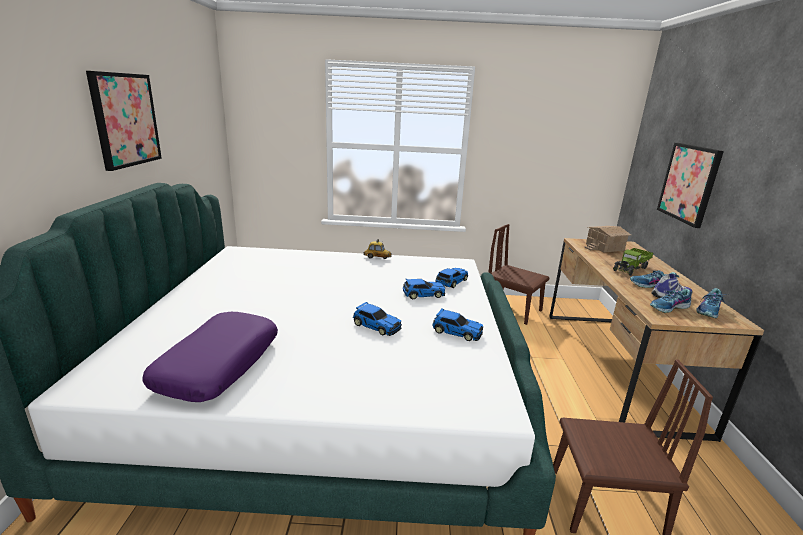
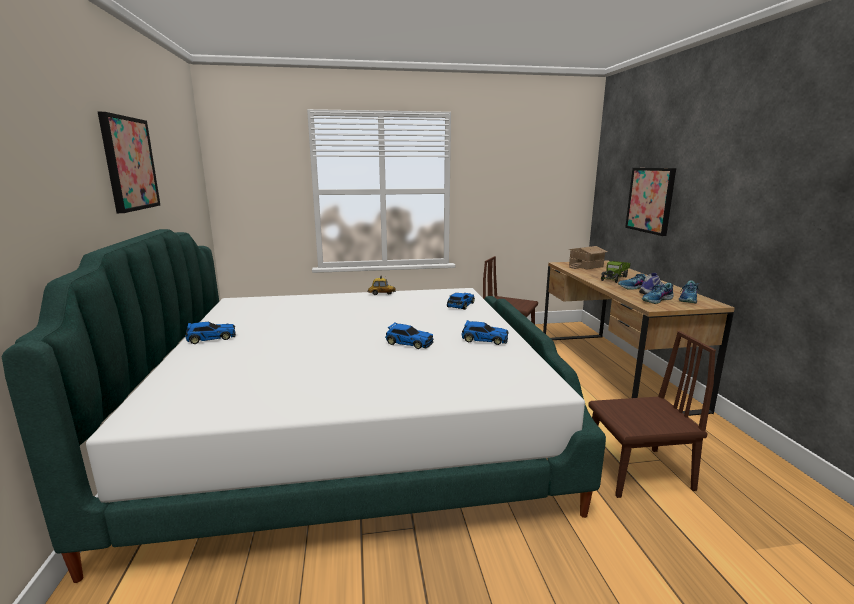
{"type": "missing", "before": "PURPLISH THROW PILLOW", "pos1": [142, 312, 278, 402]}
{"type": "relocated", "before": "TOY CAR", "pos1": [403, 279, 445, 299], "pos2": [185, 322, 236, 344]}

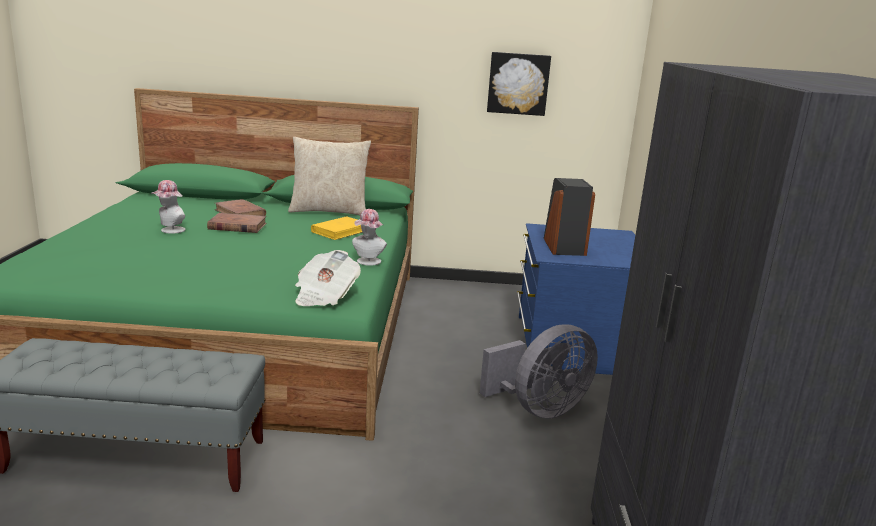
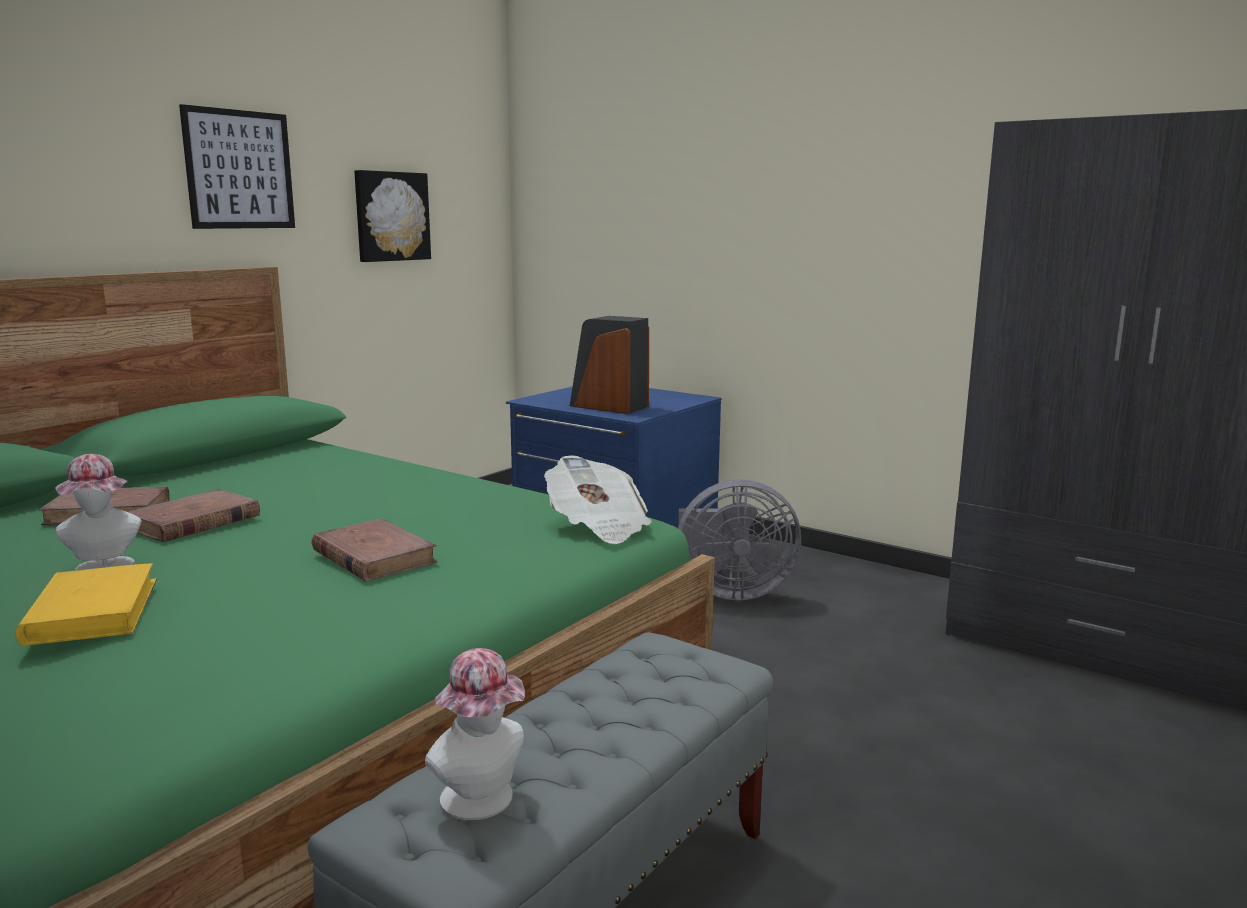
{"type": "missing", "before": "BEIGE THROW PILLOW", "pos1": [288, 137, 371, 215]}
{"type": "relocated", "before": "YELLOW-COLOURED BOOK", "pos1": [311, 216, 362, 240], "pos2": [15, 563, 157, 646]}
{"type": "relocated", "before": "WEARABLE HAT", "pos1": [352, 209, 387, 266], "pos2": [425, 648, 525, 820]}
{"type": "spun", "before": "GRAY FAN", "pos1": [480, 324, 598, 419], "pos2": [678, 479, 801, 600], "turn": 90}
{"type": "appeared", "after": "WALL ART", "pos2": [179, 104, 295, 229]}
{"type": "appeared", "after": "BROWNISH BOOK", "pos2": [312, 519, 437, 581]}

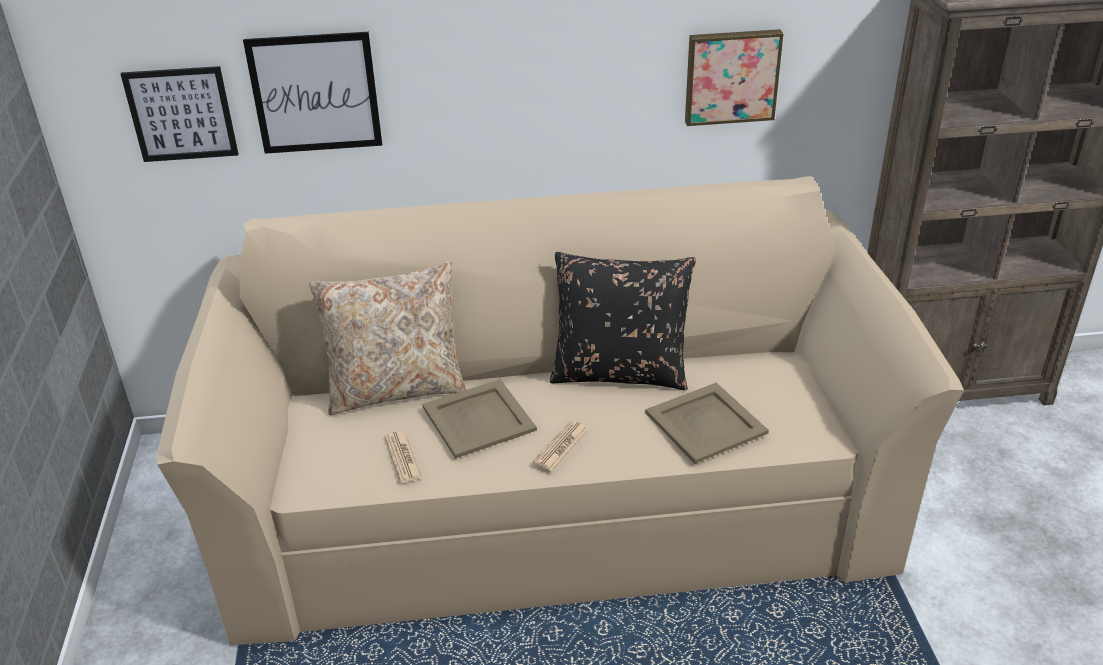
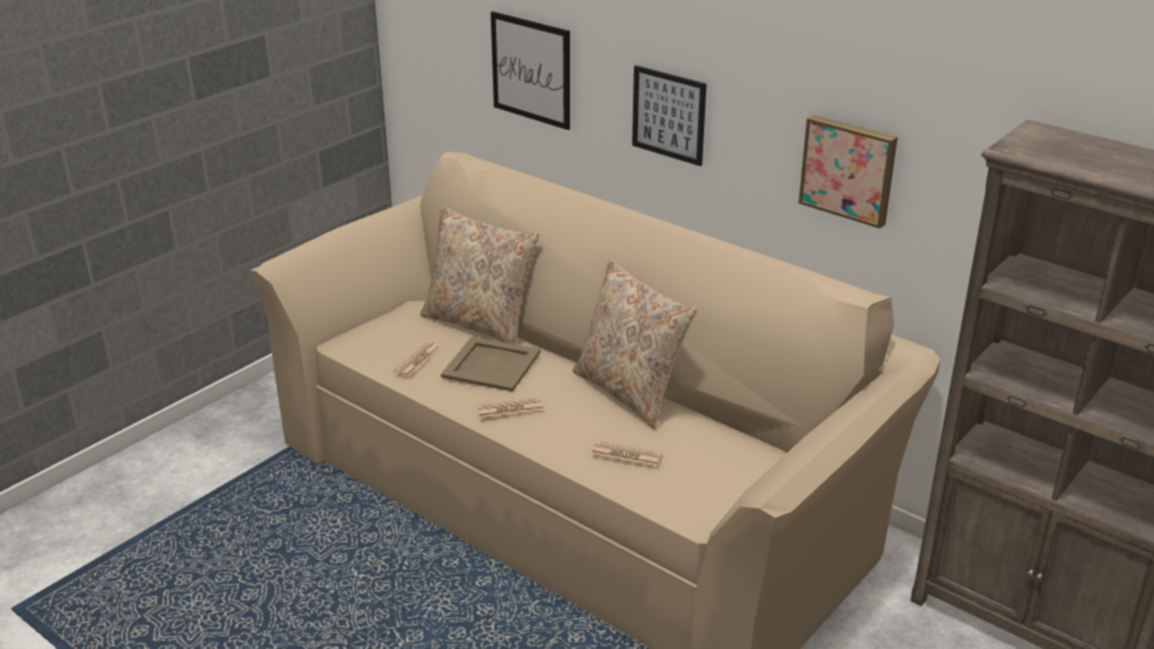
{"type": "relocated", "before": "WALL ART", "pos1": [121, 66, 238, 162], "pos2": [632, 65, 707, 166]}
{"type": "colour", "before": "BLACKISH THROW PILLOW", "after": "BEIGE THROW PILLOW", "pos1": [550, 252, 696, 390], "pos2": [573, 259, 697, 429]}
{"type": "exchanged", "before": "BEIGE TRAY", "after": "PRINTED PAPER", "pos1": [645, 382, 769, 464], "pos2": [592, 441, 662, 467]}

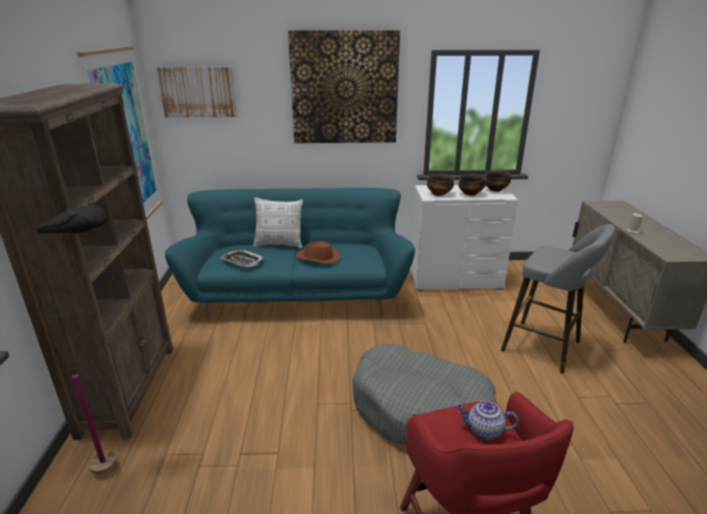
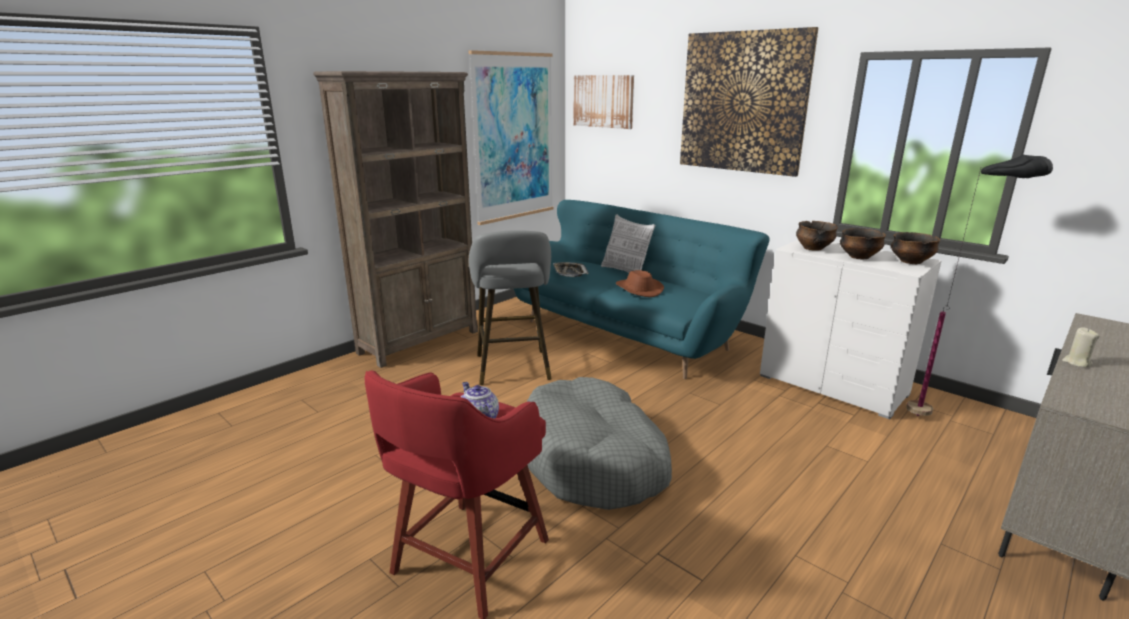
{"type": "relocated", "before": "BLACKISH STANDING LAMP", "pos1": [30, 205, 117, 475], "pos2": [906, 155, 1053, 416]}
{"type": "relocated", "before": "GRAY SITTING STOOL", "pos1": [501, 224, 615, 374], "pos2": [469, 230, 552, 385]}

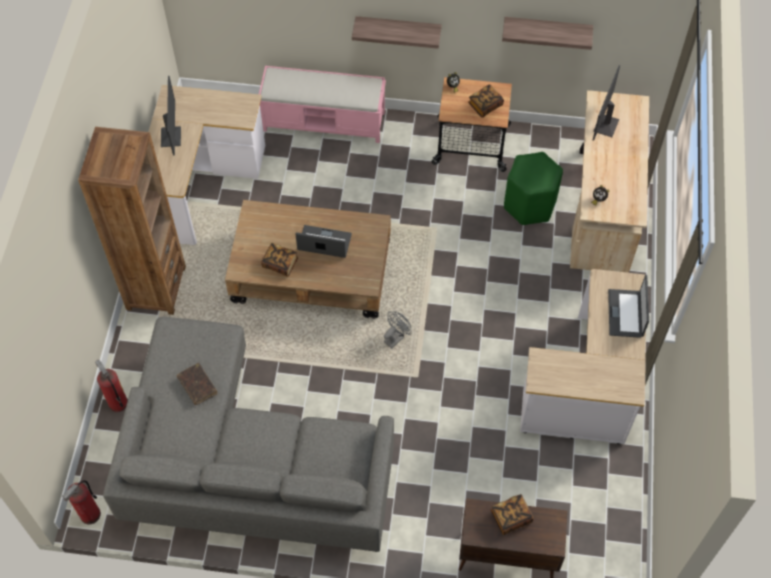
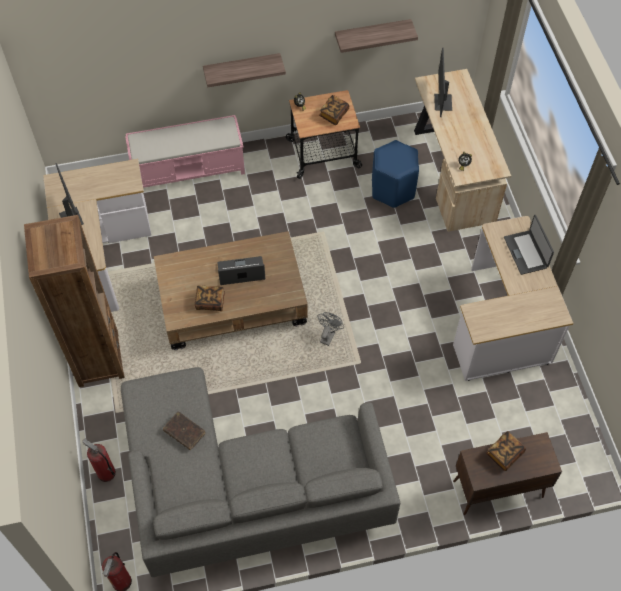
{"type": "colour", "before": "GREENISH SITTING STOOL", "after": "BLUISH SITTING STOOL", "pos1": [504, 152, 563, 225], "pos2": [372, 140, 419, 208]}

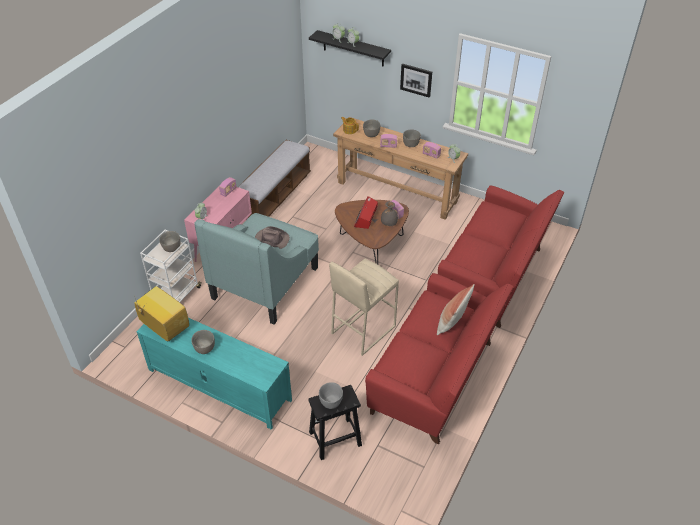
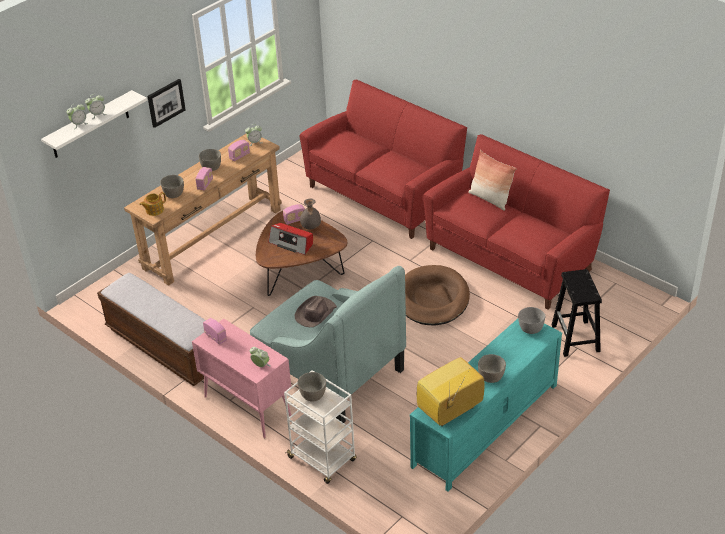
{"type": "colour", "before": "BLACKISH BRACKET SHELF", "after": "WHITE BRACKET SHELF", "pos1": [309, 30, 391, 67], "pos2": [41, 90, 147, 158]}
{"type": "relocated", "before": "GRAY DEEP DISH", "pos1": [319, 382, 343, 409], "pos2": [518, 307, 545, 334]}
{"type": "exchanged", "before": "BEIGE SITTING STOOL", "after": "BROWNISH DOG CUSHION", "pos1": [329, 259, 399, 356], "pos2": [405, 265, 470, 325]}

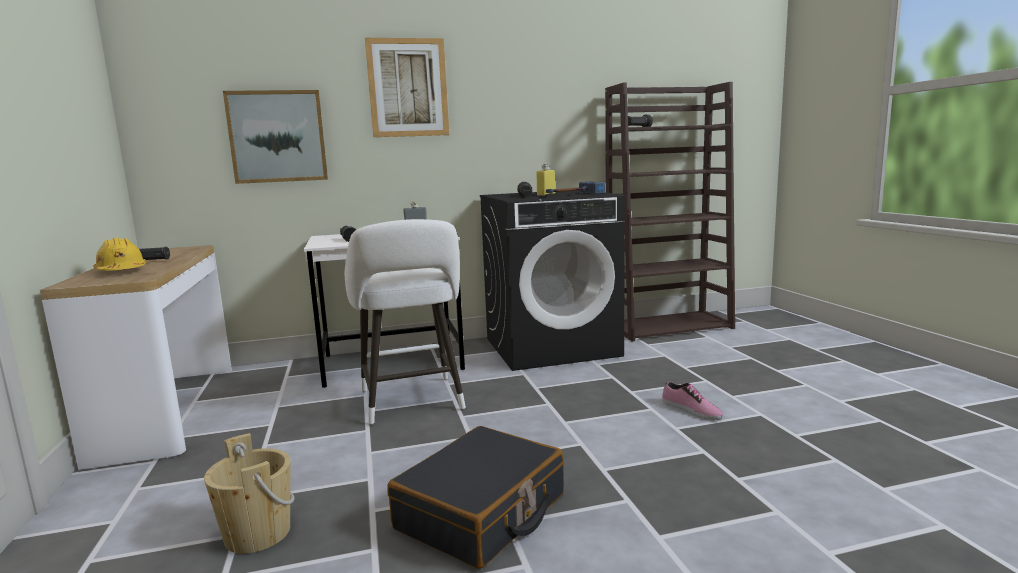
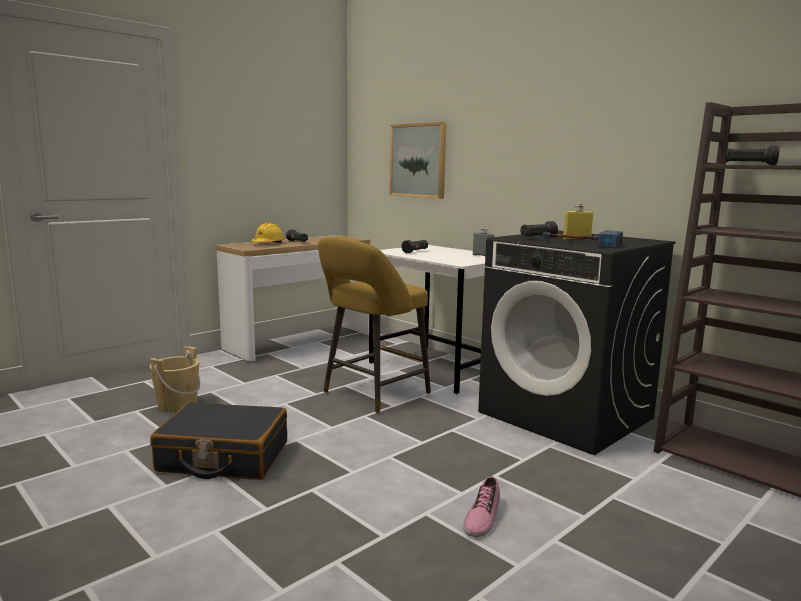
{"type": "colour", "before": "WHITE SITTING STOOL", "after": "YELLOW-COLOURED SITTING STOOL", "pos1": [345, 219, 466, 425], "pos2": [318, 237, 431, 413]}
{"type": "missing", "before": "WALL ART", "pos1": [365, 38, 449, 137]}

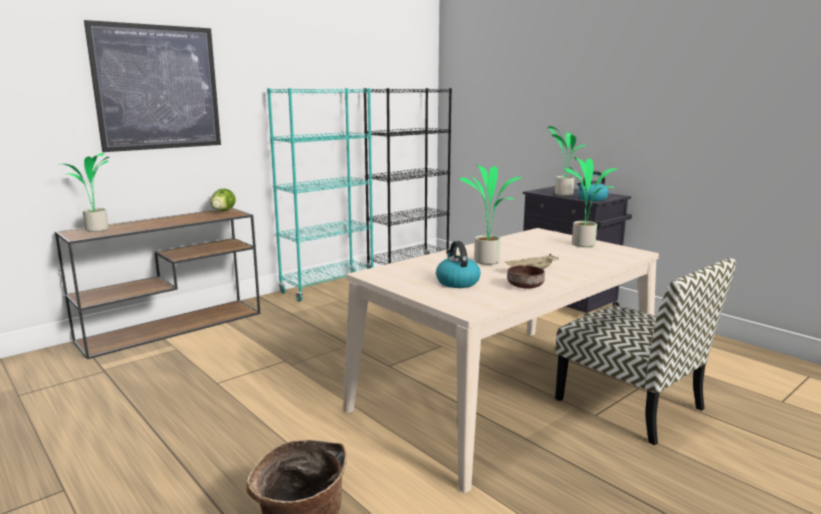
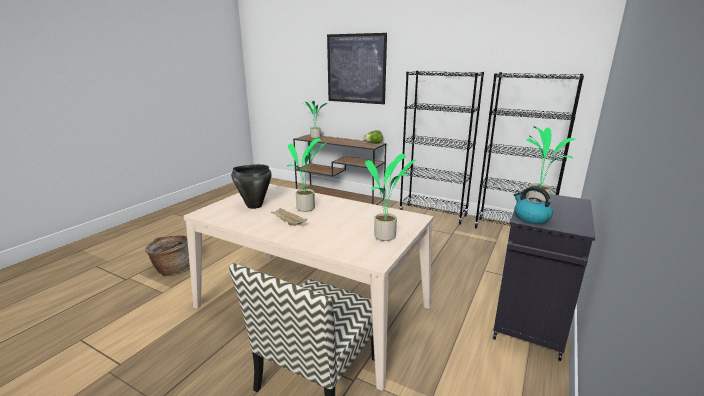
{"type": "colour", "before": "TURQUOISE BOOKSHELF", "after": "BLACKISH BOOKSHELF", "pos1": [267, 88, 373, 302], "pos2": [399, 71, 484, 225]}
{"type": "exchanged", "before": "WATER KETTLE", "after": "BLACKISH STOCKPOT", "pos1": [436, 241, 481, 288], "pos2": [231, 164, 272, 209]}
{"type": "missing", "before": "BROWNISH DEEP DISH", "pos1": [507, 265, 545, 289]}

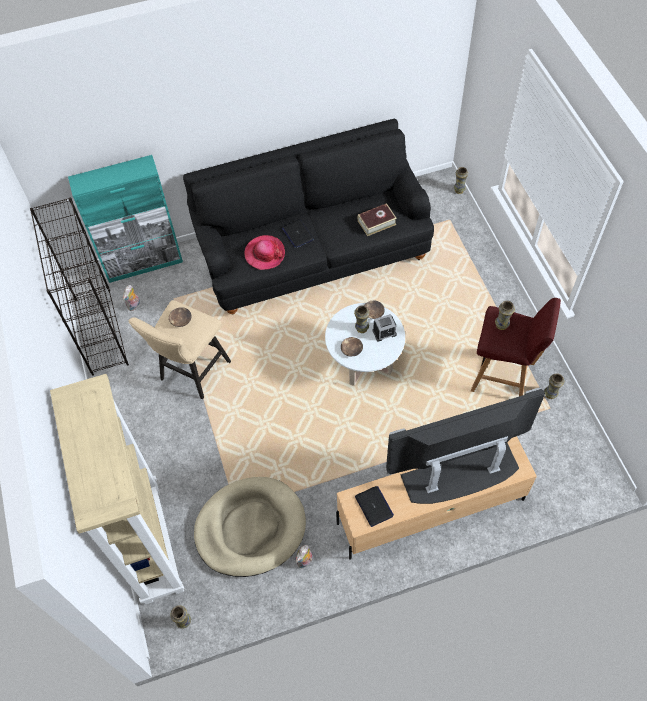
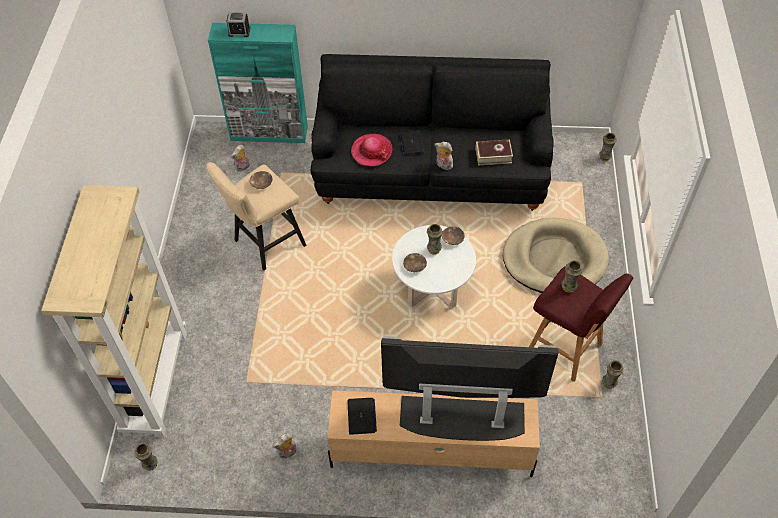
{"type": "missing", "before": "BLACKISH BOOKSHELF", "pos1": [30, 197, 129, 376]}
{"type": "relocated", "before": "BEIGE DOG CUSHION", "pos1": [194, 477, 306, 577], "pos2": [503, 218, 609, 293]}
{"type": "relocated", "before": "ALARM CLOCK", "pos1": [372, 314, 397, 342], "pos2": [227, 12, 250, 37]}
{"type": "appeared", "after": "PLUSH TOY", "pos2": [435, 142, 453, 170]}

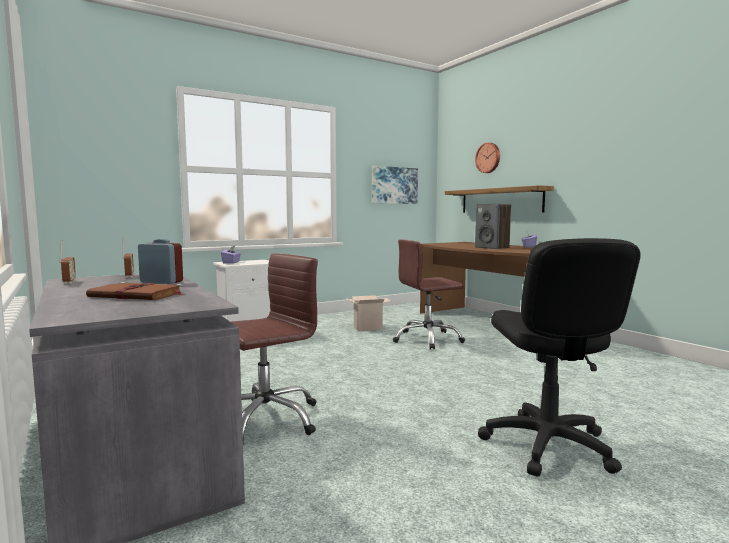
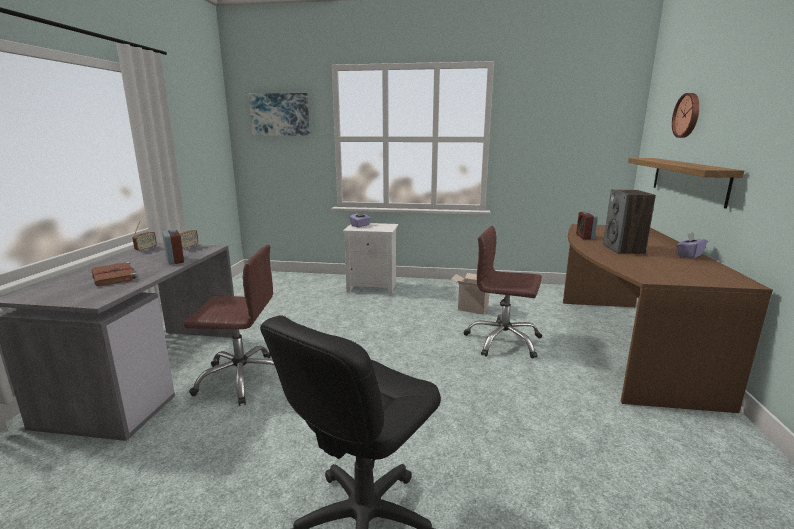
{"type": "relocated", "before": "WALL ART", "pos1": [372, 166, 418, 204], "pos2": [249, 93, 310, 136]}
{"type": "appeared", "after": "ALARM CLOCK", "pos2": [576, 211, 598, 240]}

